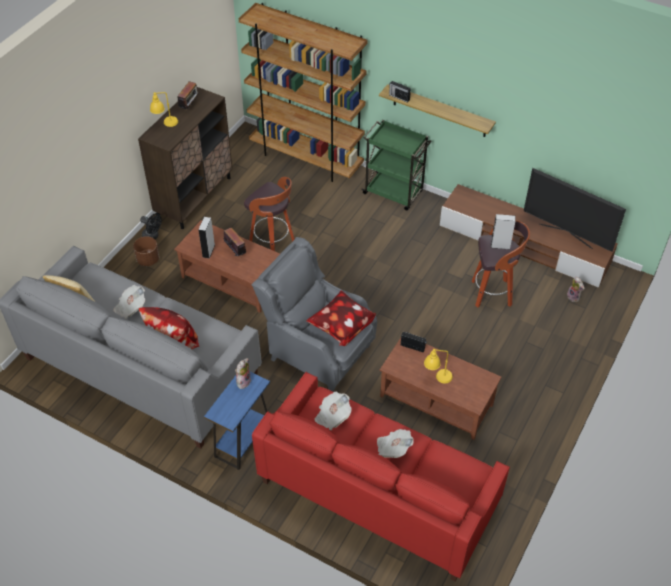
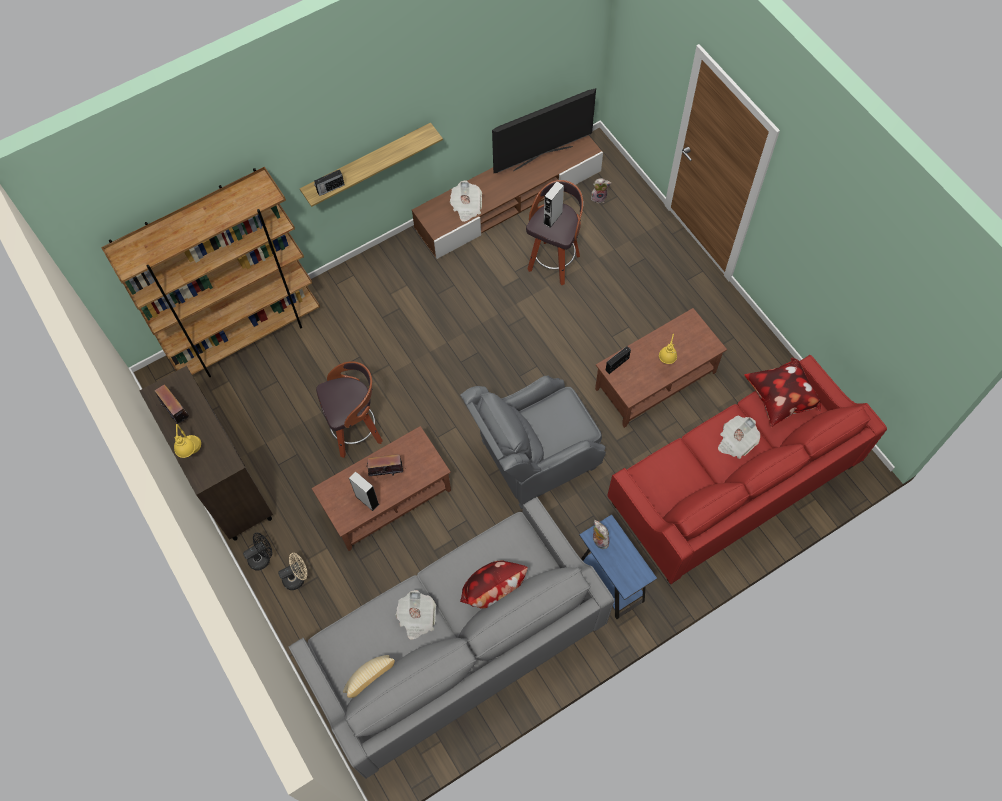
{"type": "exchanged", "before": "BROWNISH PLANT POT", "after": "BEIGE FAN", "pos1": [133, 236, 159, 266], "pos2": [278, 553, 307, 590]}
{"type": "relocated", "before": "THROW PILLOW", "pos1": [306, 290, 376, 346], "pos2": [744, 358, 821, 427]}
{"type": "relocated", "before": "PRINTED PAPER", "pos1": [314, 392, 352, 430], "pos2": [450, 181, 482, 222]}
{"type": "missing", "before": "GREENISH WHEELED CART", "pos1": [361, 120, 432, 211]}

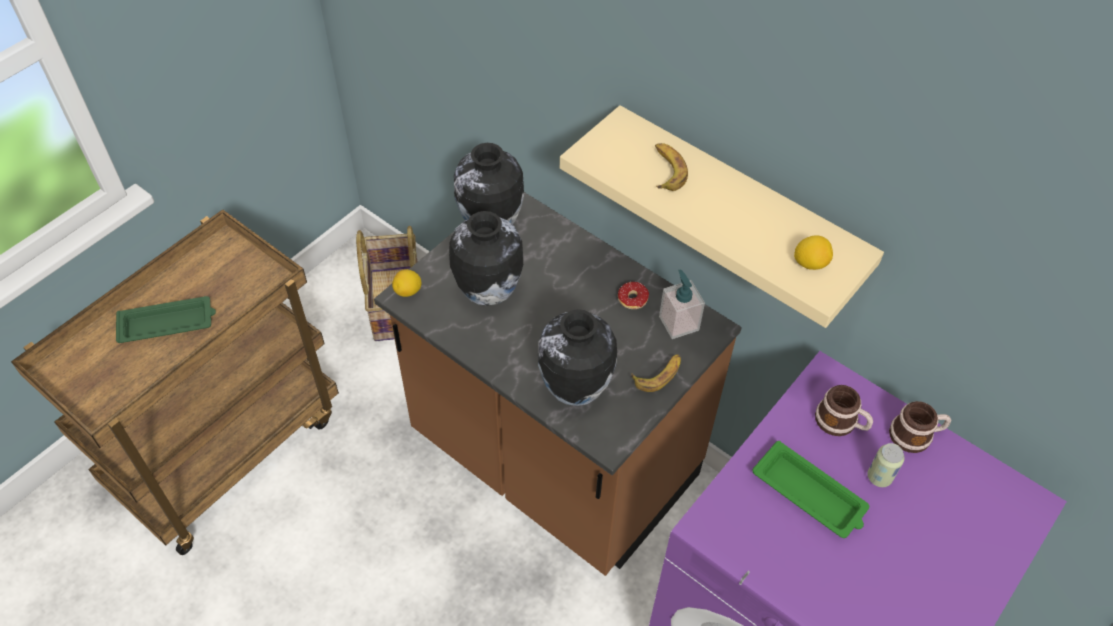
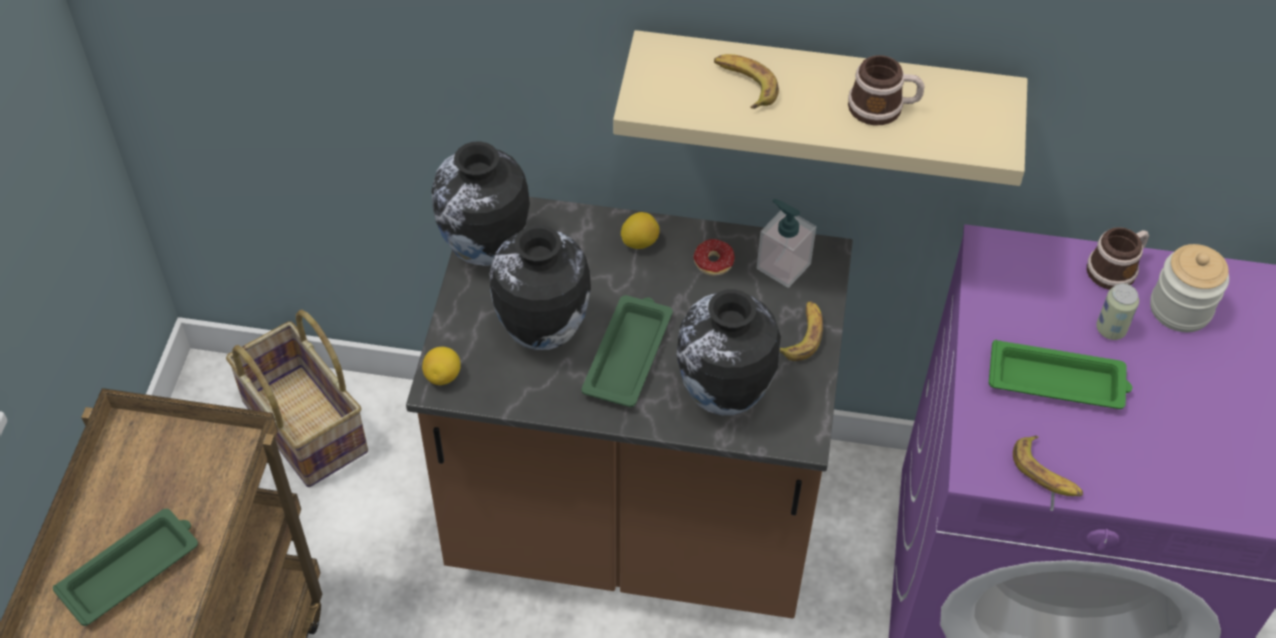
{"type": "relocated", "before": "WHOLE LEMON", "pos1": [794, 235, 833, 270], "pos2": [621, 212, 660, 249]}
{"type": "relocated", "before": "COFFEE MUG", "pos1": [815, 385, 873, 436], "pos2": [848, 55, 925, 126]}
{"type": "appeared", "after": "GREENISH TRAY", "pos2": [581, 295, 673, 407]}
{"type": "appeared", "after": "BANANA FRUIT", "pos2": [1013, 435, 1083, 496]}
{"type": "appeared", "after": "PRESERVE JAR", "pos2": [1150, 244, 1229, 332]}

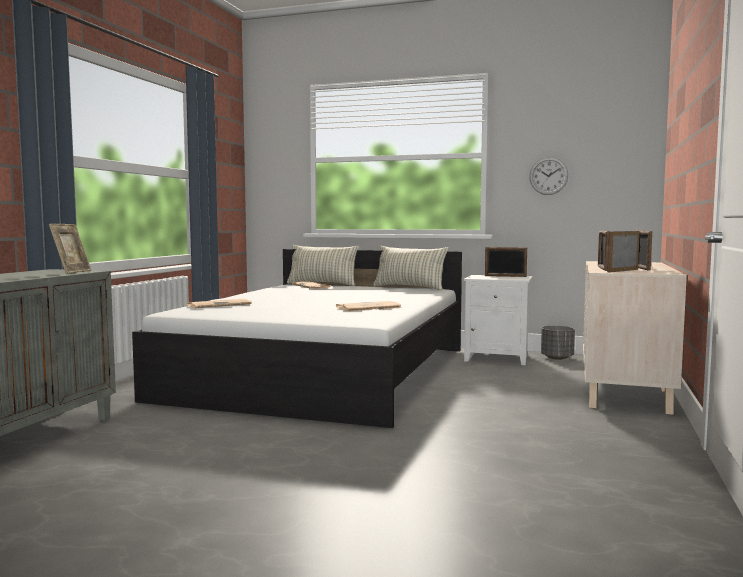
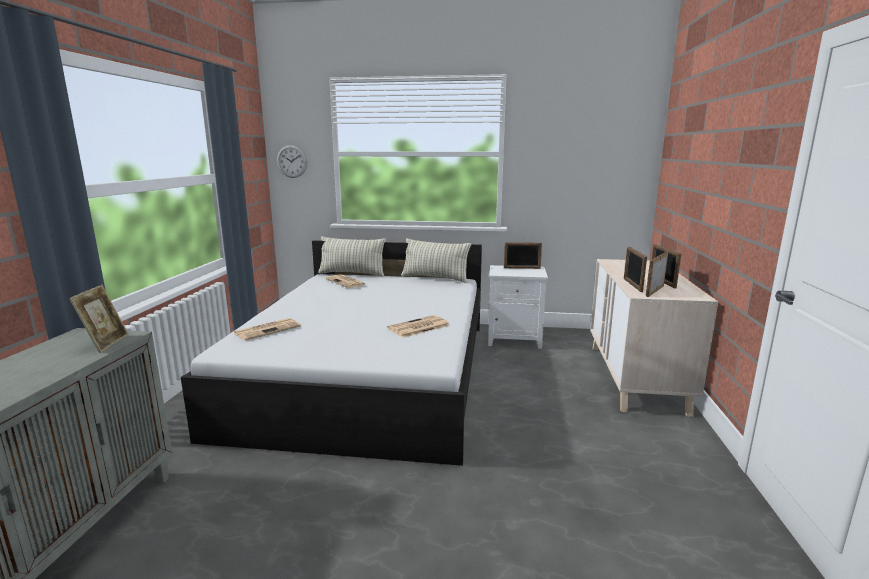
{"type": "relocated", "before": "HANGING CLOCK", "pos1": [529, 157, 568, 195], "pos2": [277, 145, 307, 178]}
{"type": "missing", "before": "GRAY PLANT POT", "pos1": [541, 326, 575, 360]}

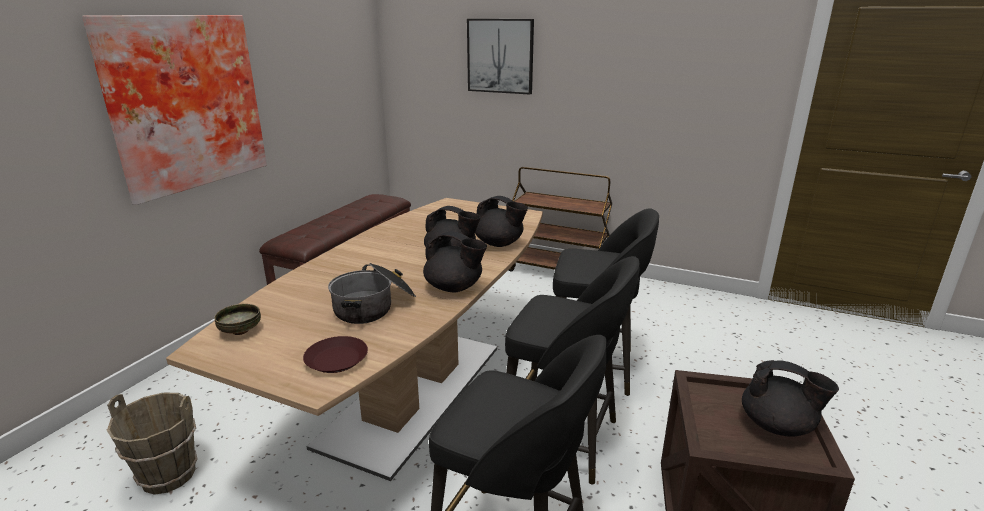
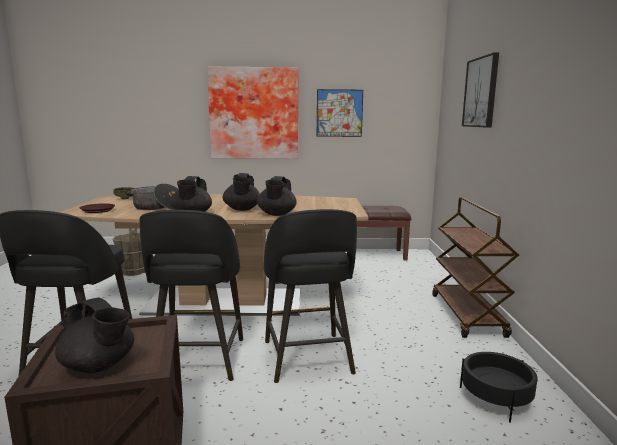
{"type": "spun", "before": "BLACKISH POT FOR TEA", "pos1": [742, 360, 839, 437], "pos2": [55, 298, 134, 373], "turn": -60}
{"type": "appeared", "after": "WALL ART", "pos2": [317, 89, 363, 137]}
{"type": "appeared", "after": "BLACKISH PLANT POT", "pos2": [460, 352, 538, 423]}

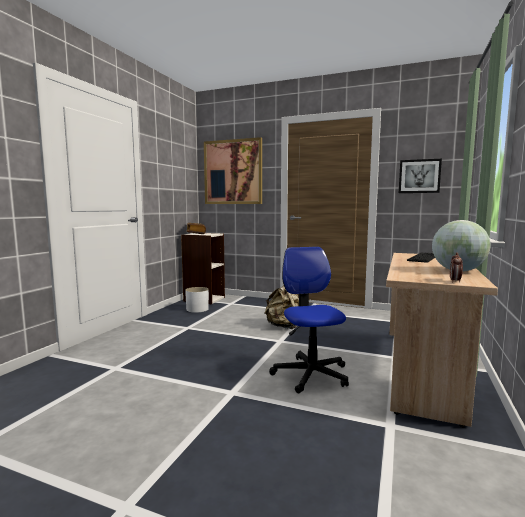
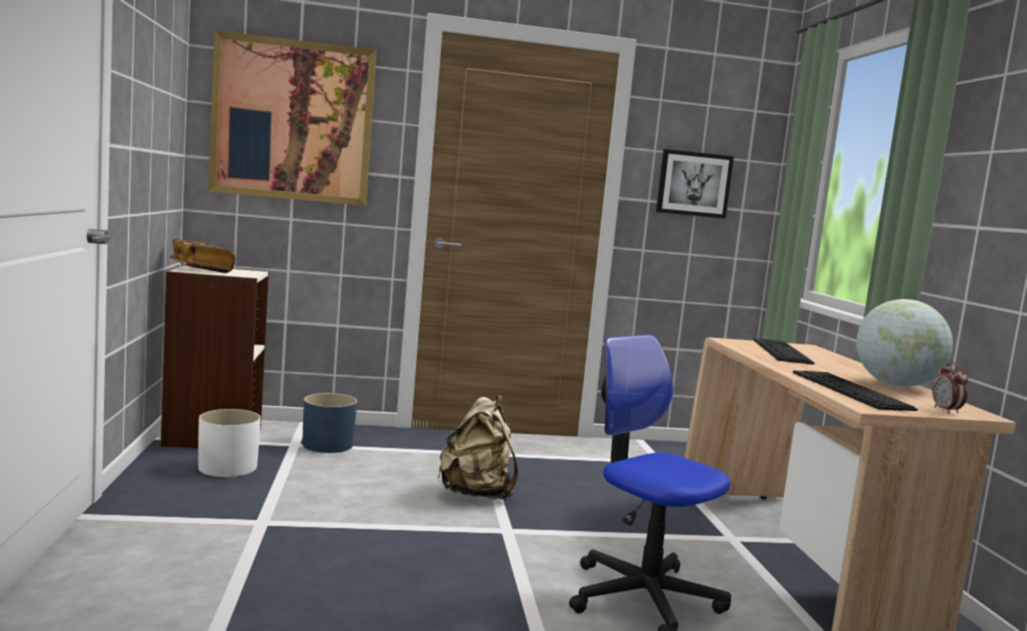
{"type": "appeared", "after": "BLUISH PLANT POT", "pos2": [302, 393, 357, 453]}
{"type": "appeared", "after": "PC KEYBOARD", "pos2": [793, 370, 918, 411]}

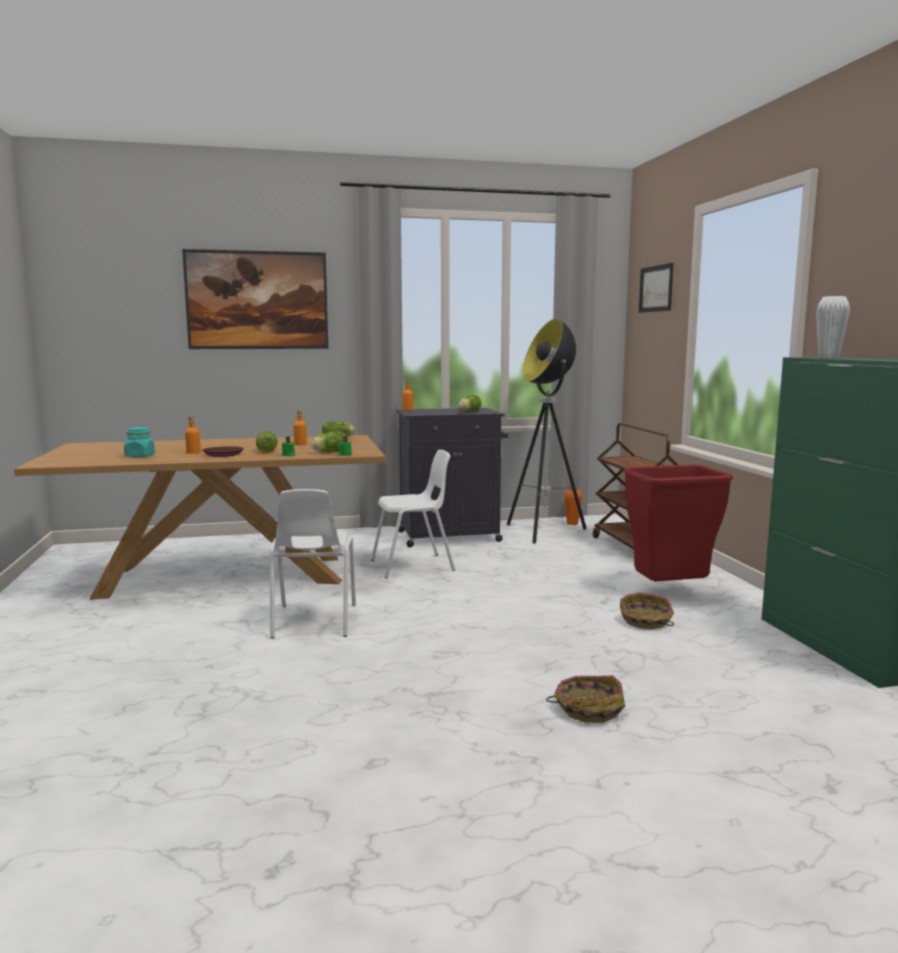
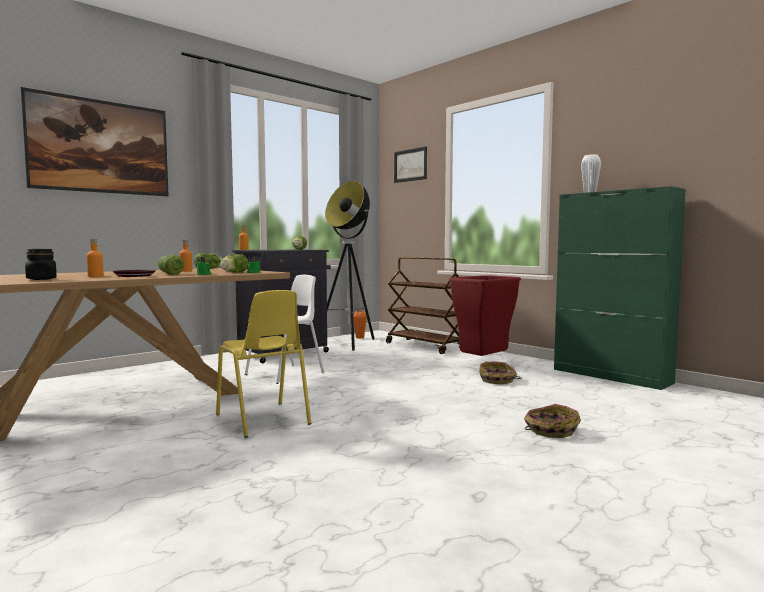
{"type": "colour", "before": "TURQUOISE PRESERVE JAR", "after": "BLACKISH PRESERVE JAR", "pos1": [124, 427, 155, 458], "pos2": [25, 249, 57, 280]}
{"type": "colour", "before": "WHITE PLAIN CHAIR", "after": "YELLOW-COLOURED PLAIN CHAIR", "pos1": [270, 489, 356, 638], "pos2": [216, 290, 312, 438]}

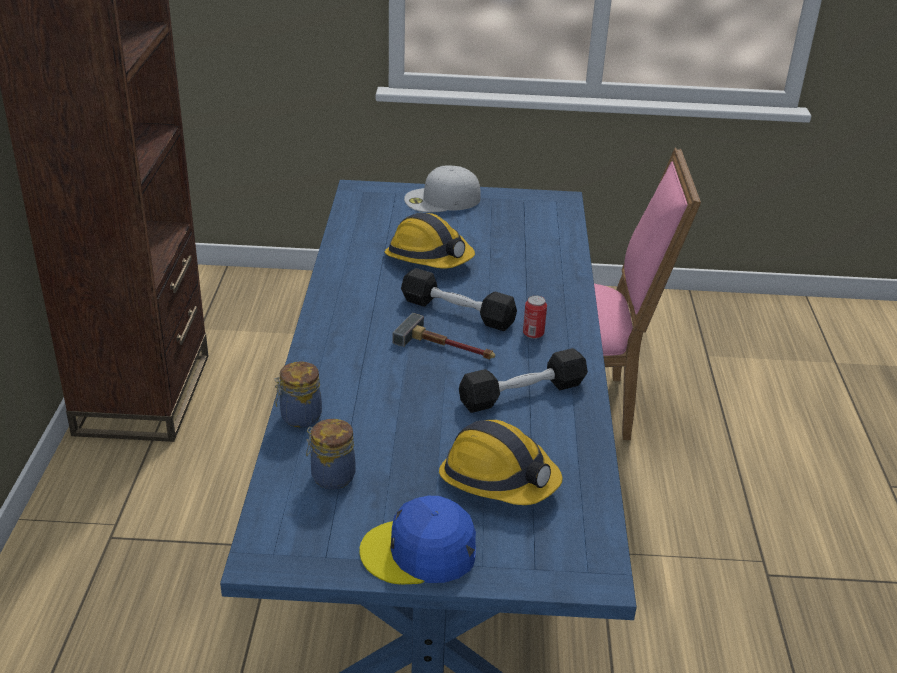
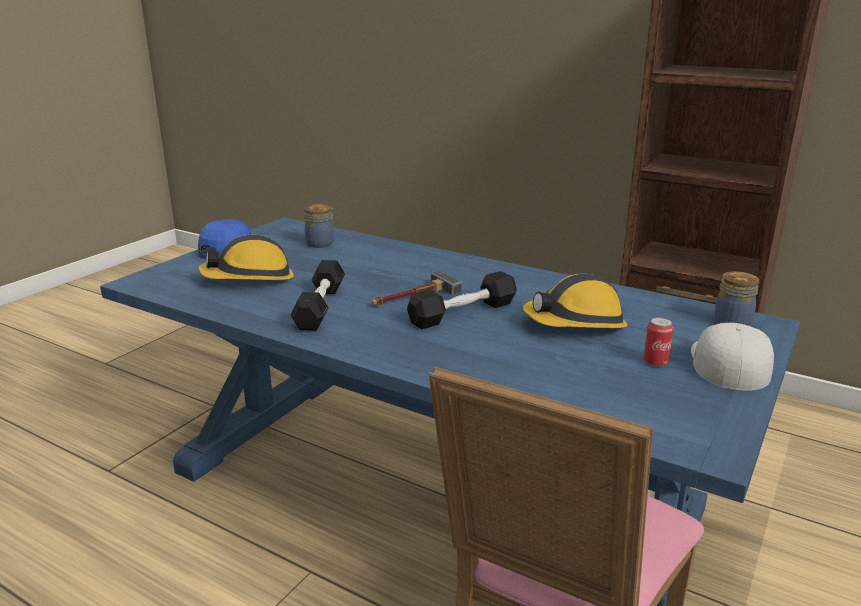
{"type": "relocated", "before": "PRESERVE JAR", "pos1": [274, 362, 322, 427], "pos2": [714, 271, 759, 326]}
{"type": "relocated", "before": "SEALED CAN", "pos1": [523, 295, 547, 339], "pos2": [644, 317, 674, 367]}

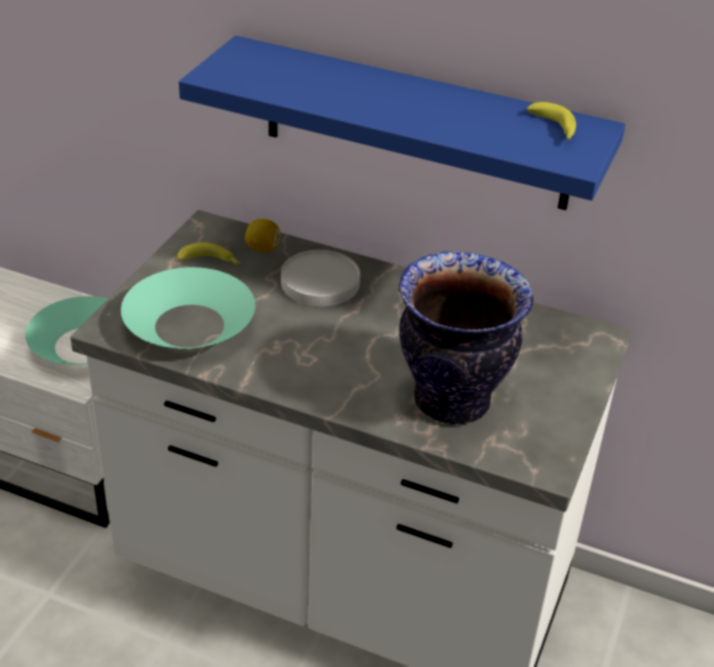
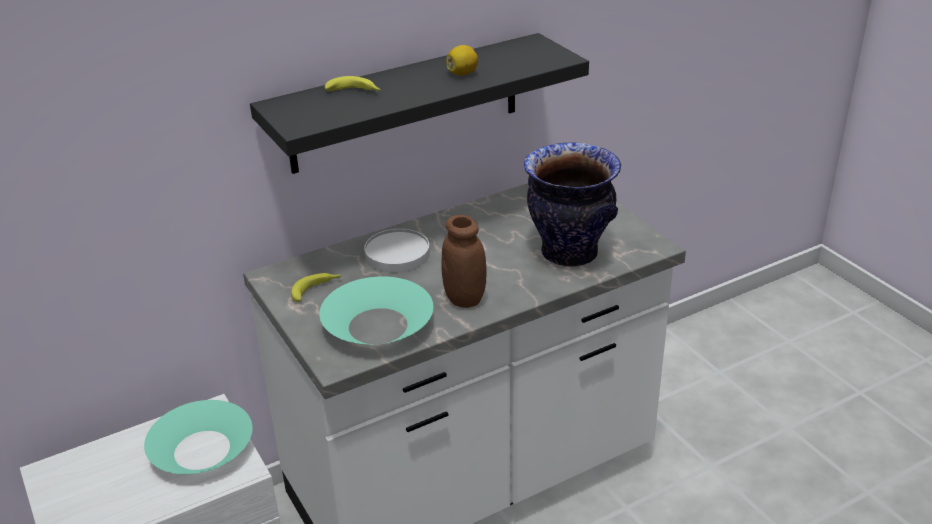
{"type": "colour", "before": "BLUISH BRACKET SHELF", "after": "BLACKISH BRACKET SHELF", "pos1": [179, 36, 625, 210], "pos2": [250, 33, 589, 174]}
{"type": "relocated", "before": "WHOLE LEMON", "pos1": [245, 219, 281, 252], "pos2": [446, 45, 478, 75]}
{"type": "relocated", "before": "BANANA FRUIT", "pos1": [527, 102, 576, 140], "pos2": [325, 76, 381, 92]}
{"type": "appeared", "after": "BROWNISH PRESERVE JAR", "pos2": [442, 215, 487, 308]}

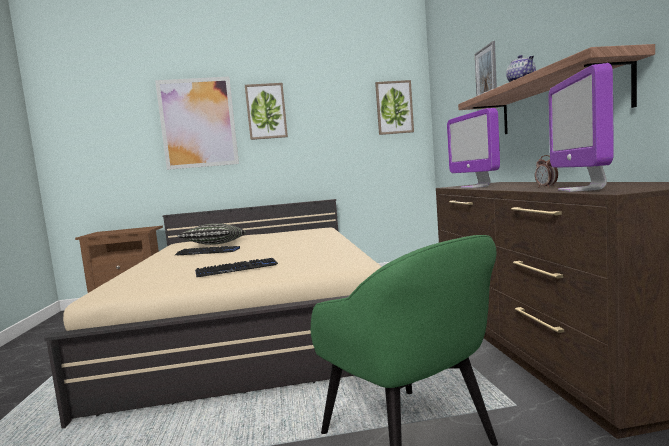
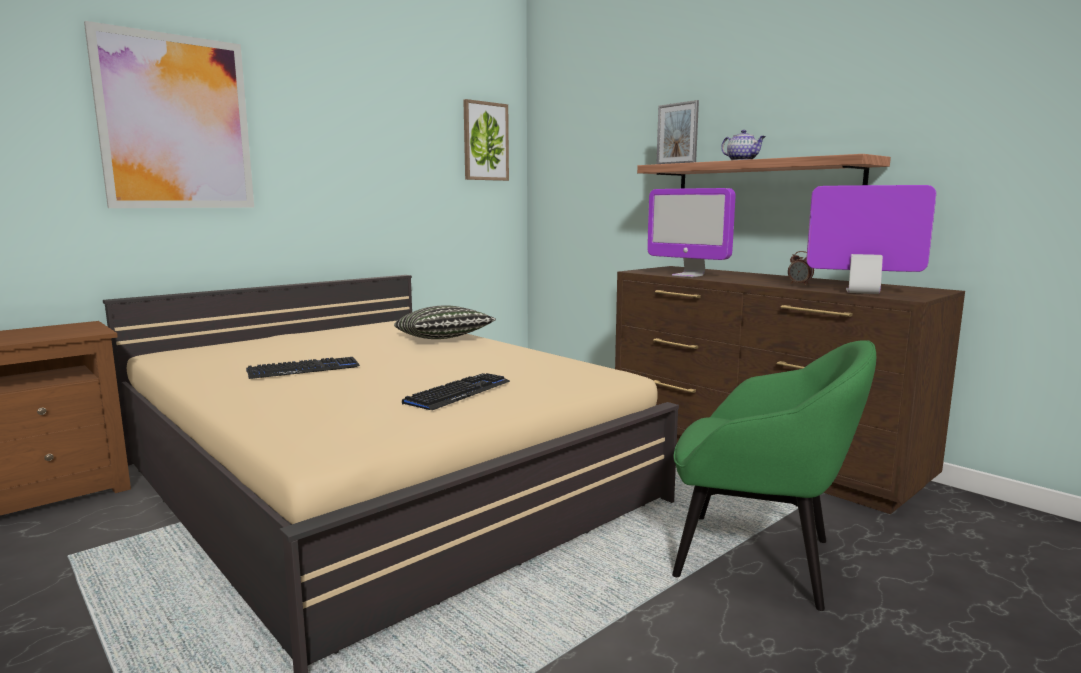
{"type": "relocated", "before": "THROW PILLOW", "pos1": [178, 223, 246, 245], "pos2": [394, 305, 496, 339]}
{"type": "missing", "before": "WALL ART", "pos1": [245, 83, 288, 140]}
{"type": "spun", "before": "COMPUTER SCREEN", "pos1": [548, 63, 614, 192], "pos2": [806, 185, 936, 294], "turn": 135}

